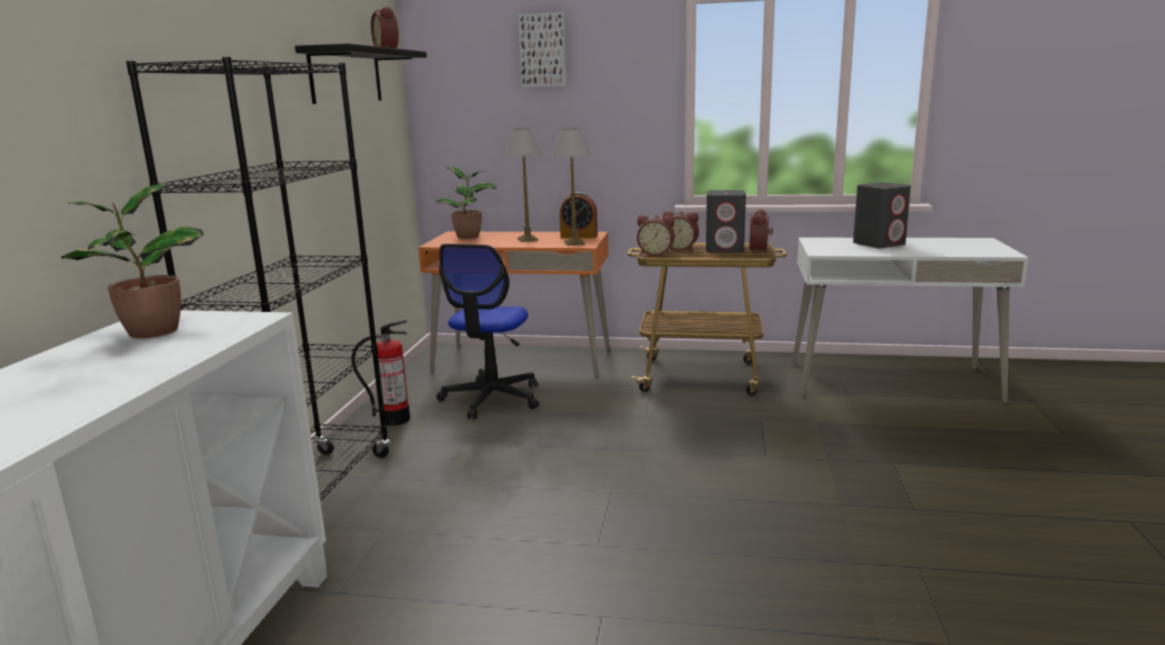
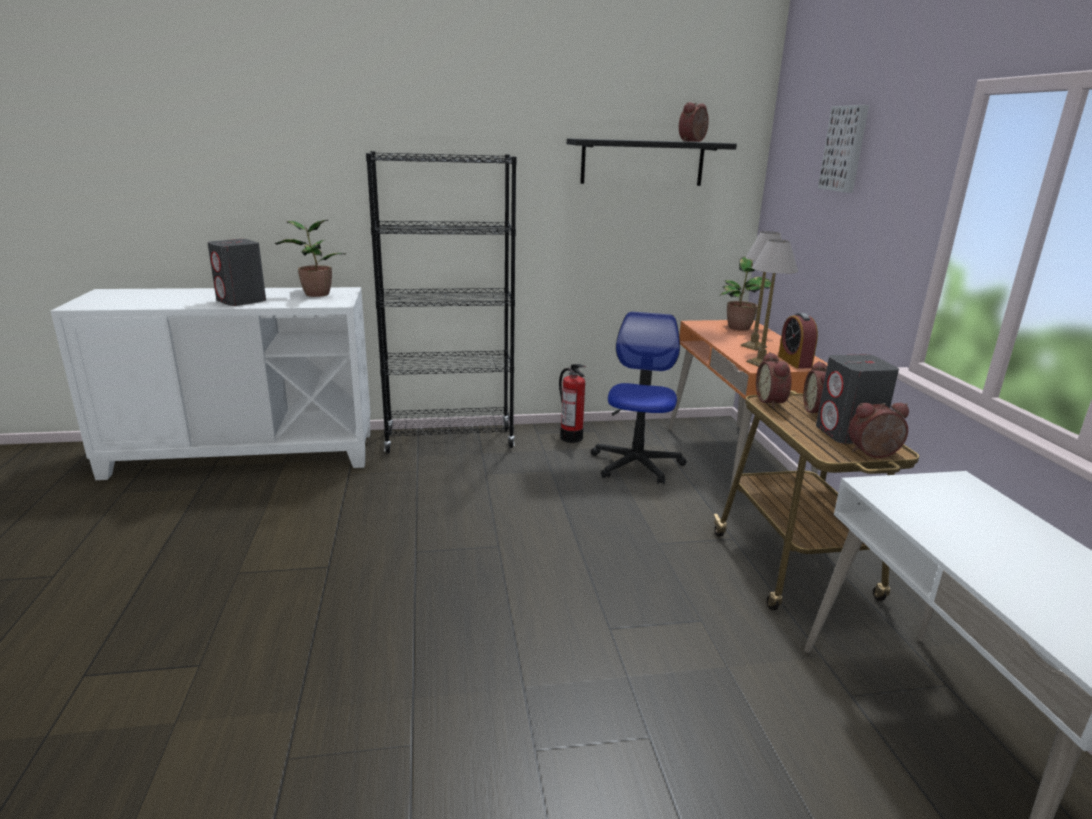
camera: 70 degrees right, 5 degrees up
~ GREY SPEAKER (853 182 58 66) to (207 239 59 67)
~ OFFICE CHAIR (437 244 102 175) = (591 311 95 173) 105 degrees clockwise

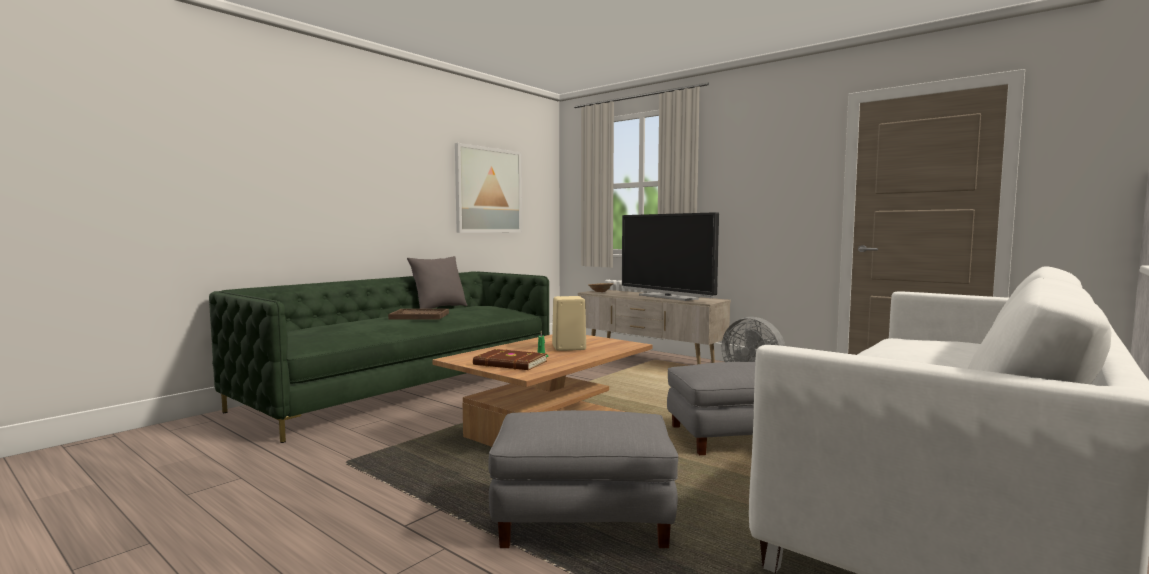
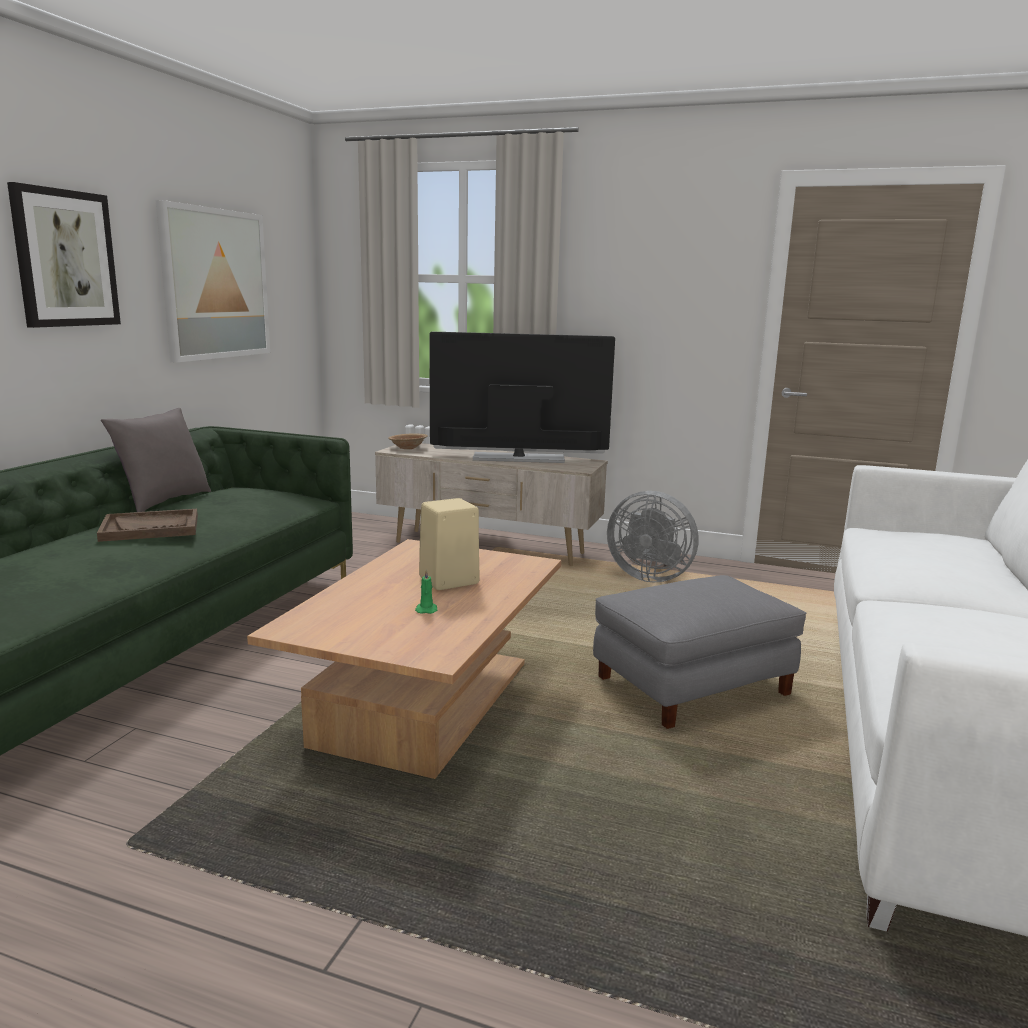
camera: 20 degrees left, 10 degrees up
+ PICTURE (7 182 114 146)
~ TELEVISION (622 212 97 89) = (429 332 186 131) 150 degrees clockwise
- BROWN BOOK (473 349 74 21)
- GREY OTTOMAN (488 410 190 138)

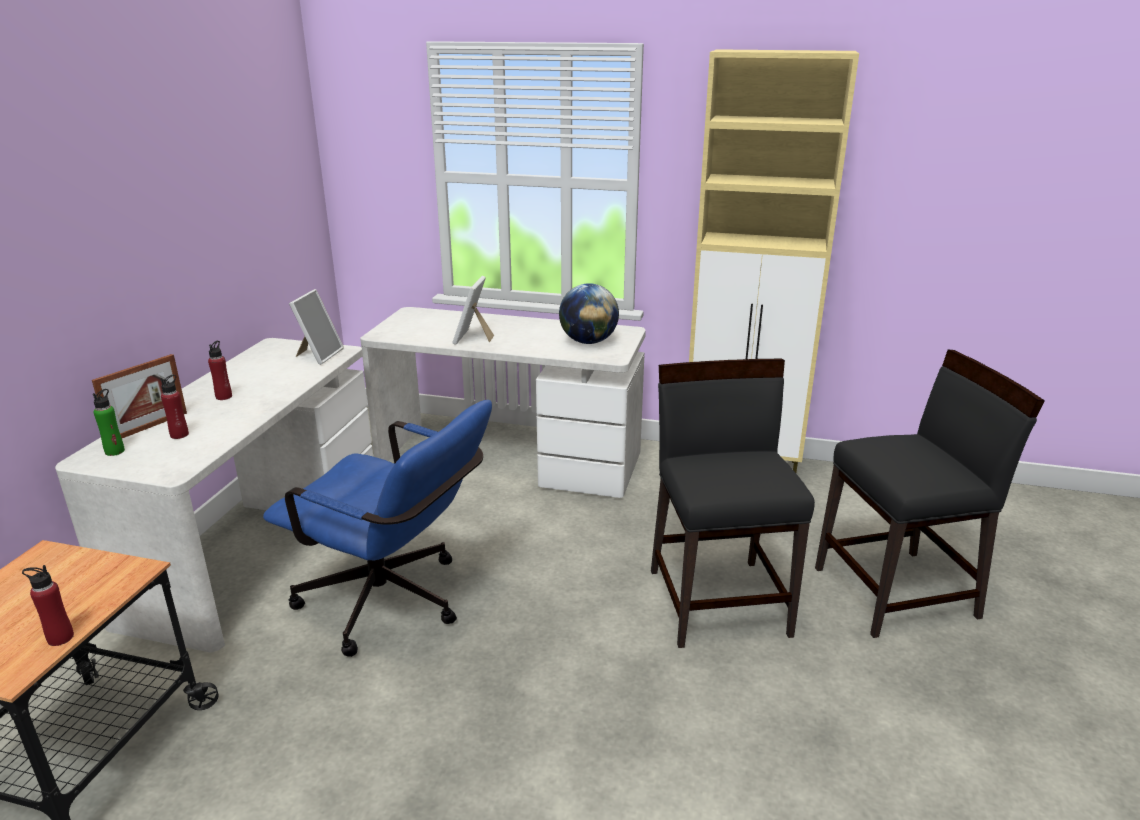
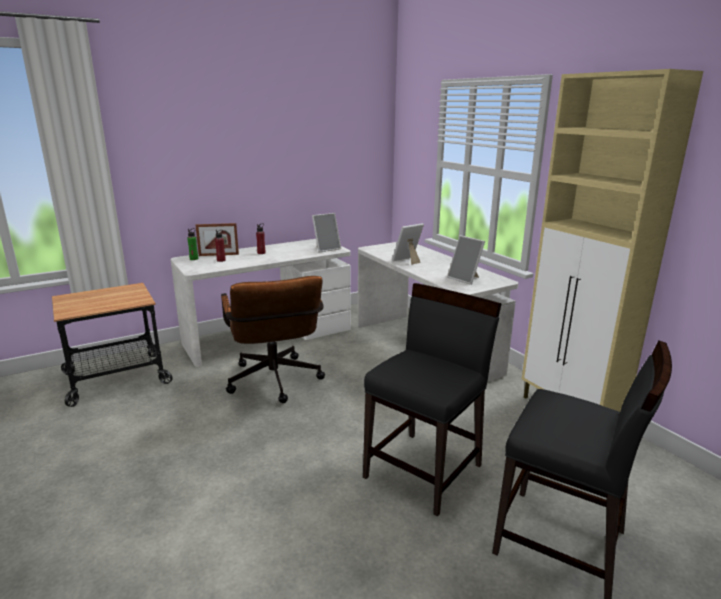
camera: 45 degrees right, 5 degrees down
~ BLUE OFFICE CHAIR (263 400 229 257) to BROWN OFFICE CHAIR (221 276 104 127)
~ GLOBE (559 283 60 61) to PICTURE FRAME (447 235 38 50)
- RED BOTTLE (22 565 52 81)

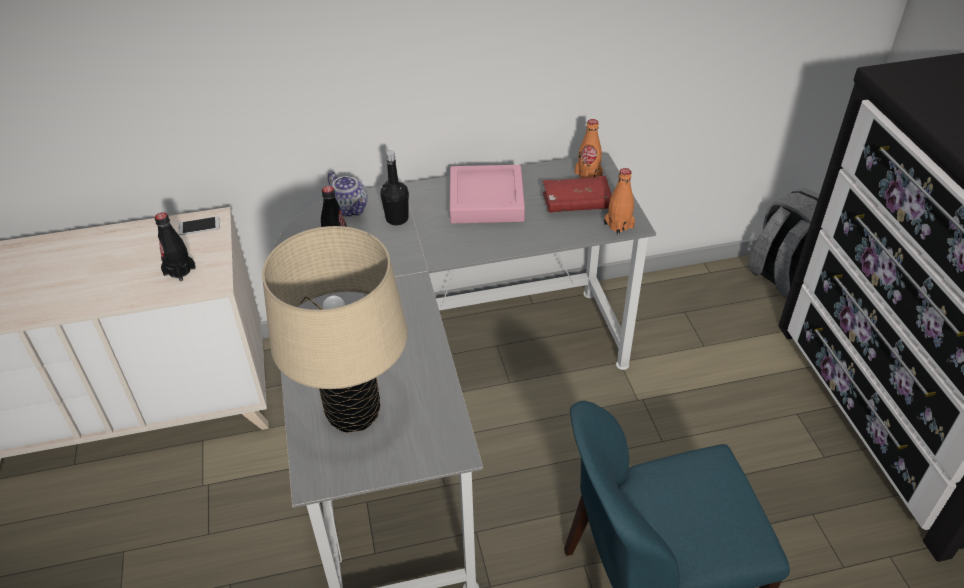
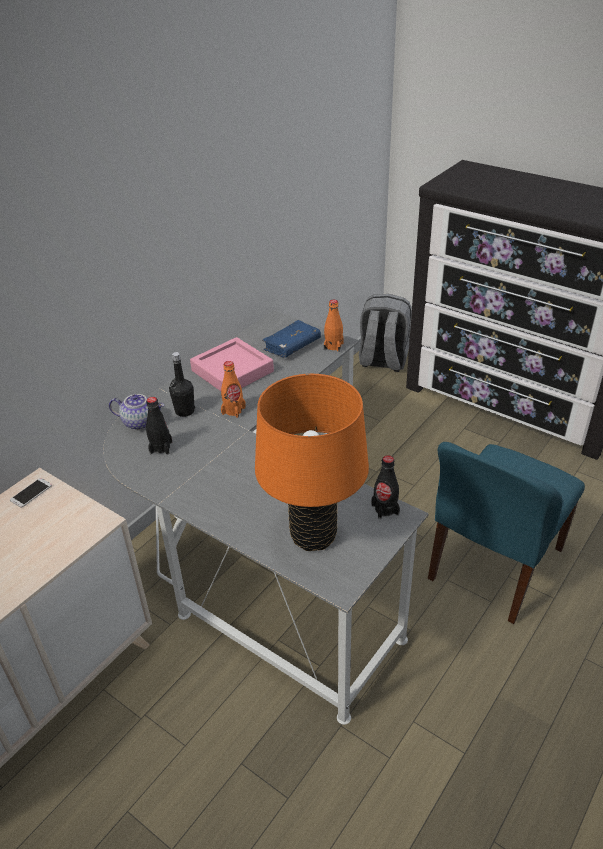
camera: 40 degrees left, 5 degrees down
~ ORANGE BOTTLE (575 119 28 59) to (221 361 25 57)
~ BEIGE TABLE LAMP (262 226 146 207) to ORANGE TABLE LAMP (255 374 114 177)
~ RED BOOK (542 176 70 37) to BLUE BOOK (262 320 59 38)
~ BLACK BOTTLE (155 212 41 69) to (372 455 28 64)

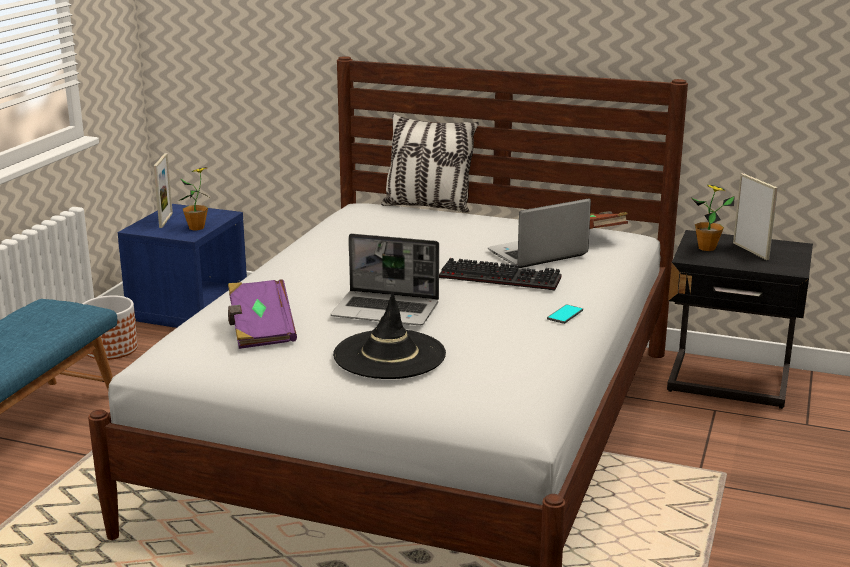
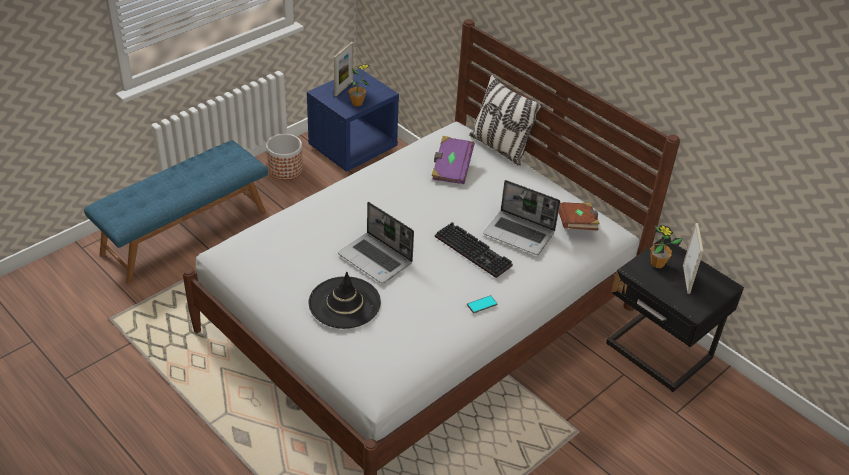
camera: 25 degrees right, 20 degrees up
~ PURPLE BOOK (228 279 69 70) to (431 136 44 48)
~ LAPTOP (488 199 103 69) = (483 180 77 75) 150 degrees counterclockwise

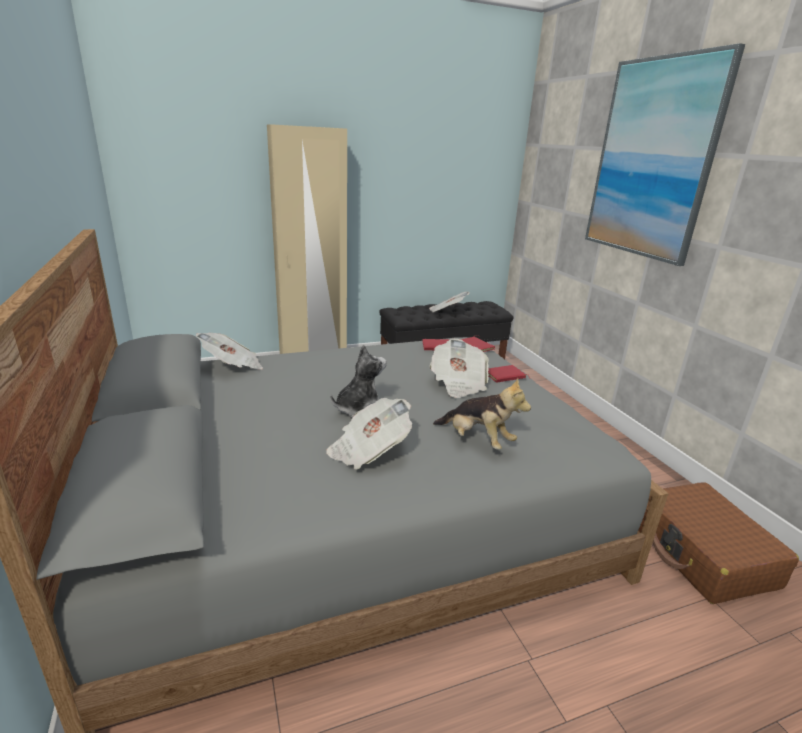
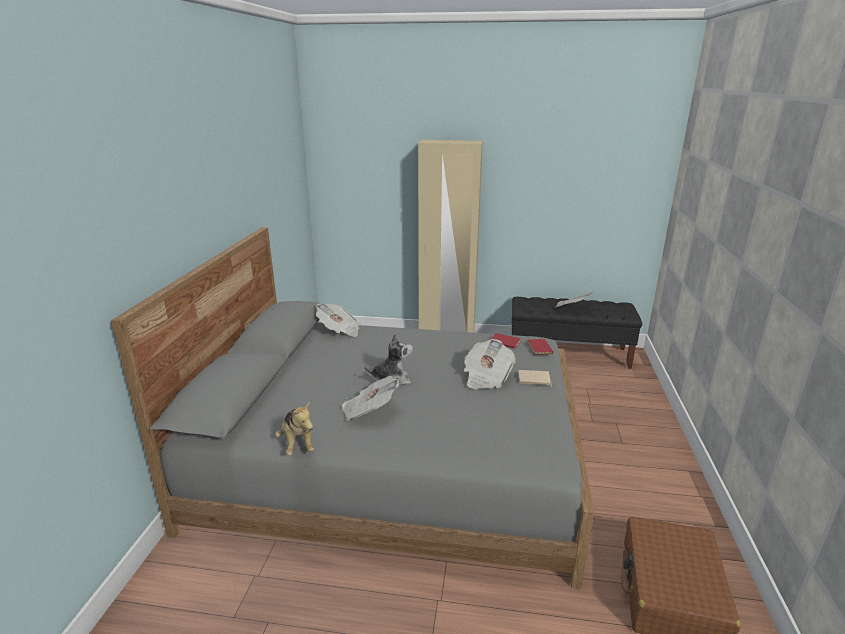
camera: 30 degrees right, 0 degrees up
~ PLUSH TOY (433 378 98 71) to (275 402 39 53)
~ RED BOOK (488 365 42 18) to BEIGE BOOK (519 370 33 17)
- PICTURE (585 43 160 223)

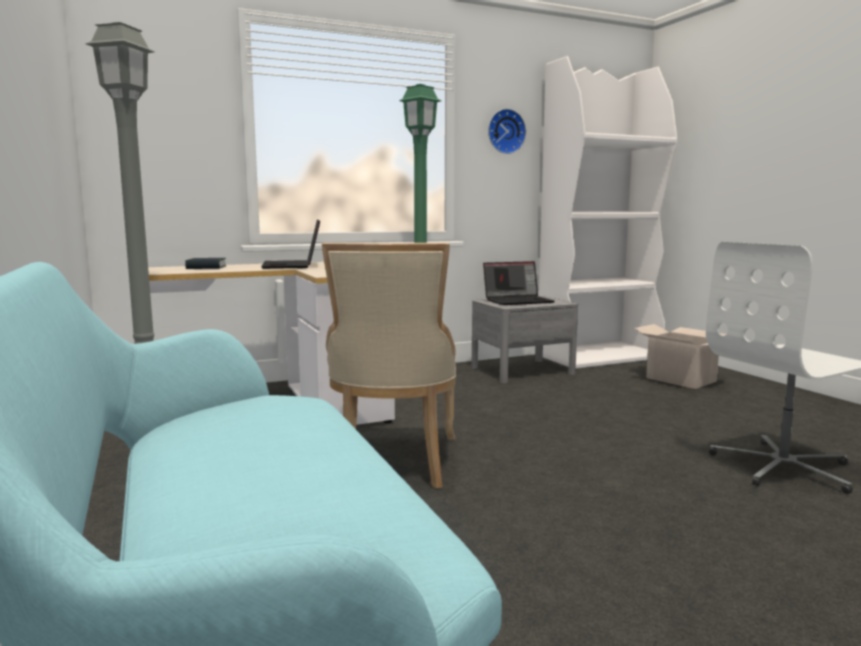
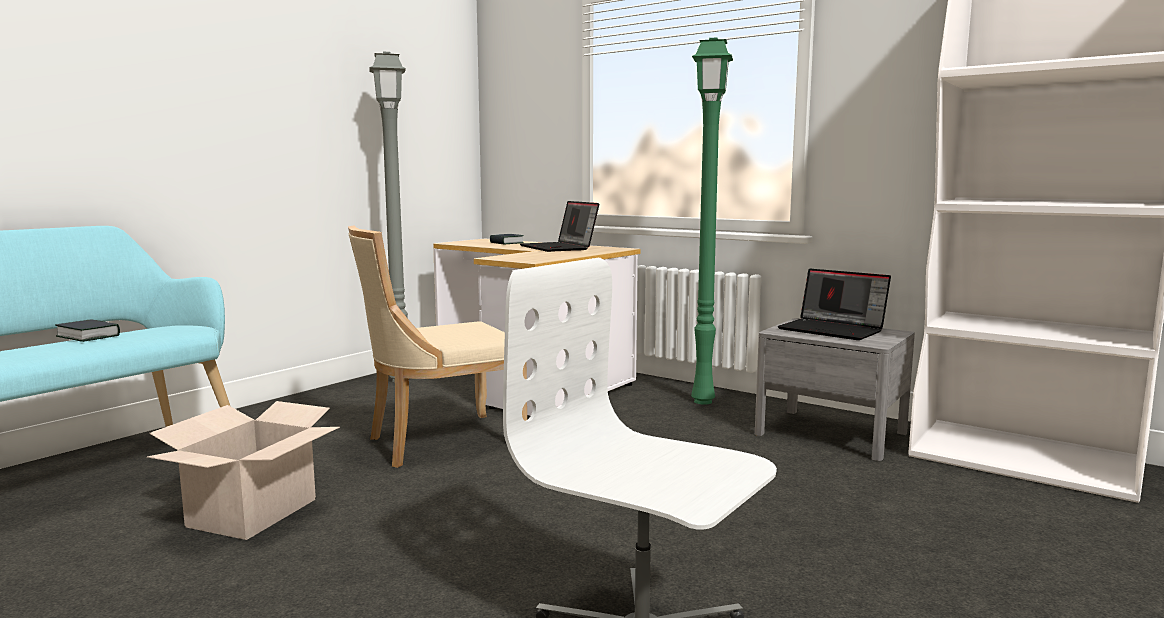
camera: 60 degrees right, 0 degrees up
+ BOOK (55 319 65 23)
~ CARDBOARD BOX (634 324 92 65) to (147 401 193 139)
~ LAPTOP (261 220 59 49) = (520 201 79 51) 75 degrees counterclockwise
- WALL CLOCK (488 109 38 45)

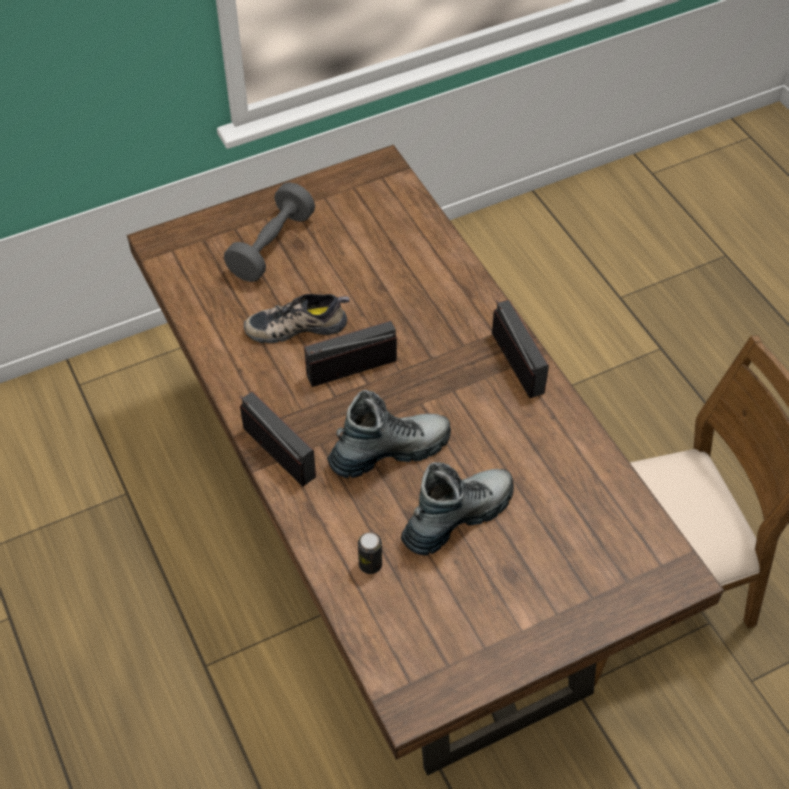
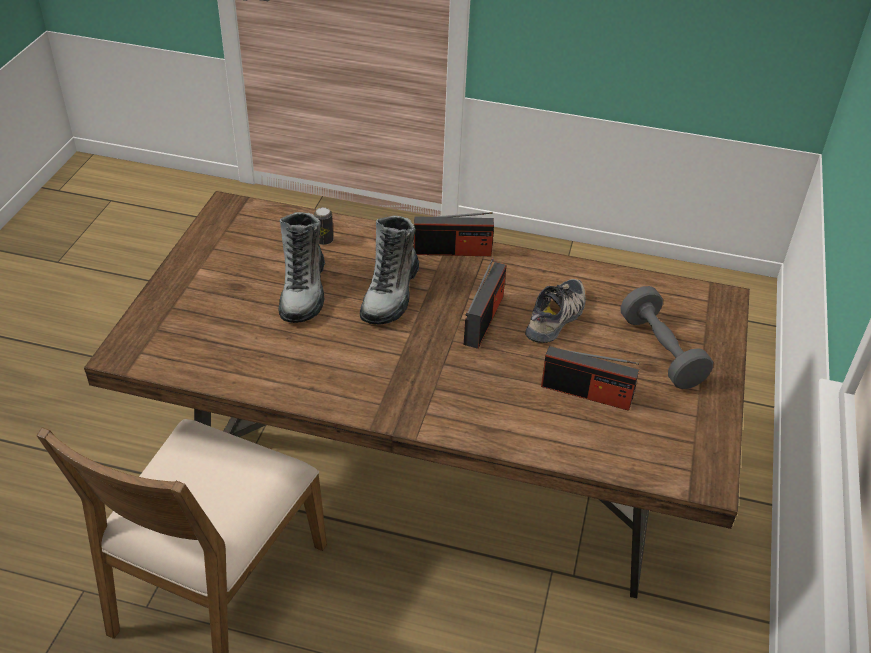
camera: 130 degrees right, 10 degrees down
~ RADIO (492 300 57 98) to (541 346 98 65)

